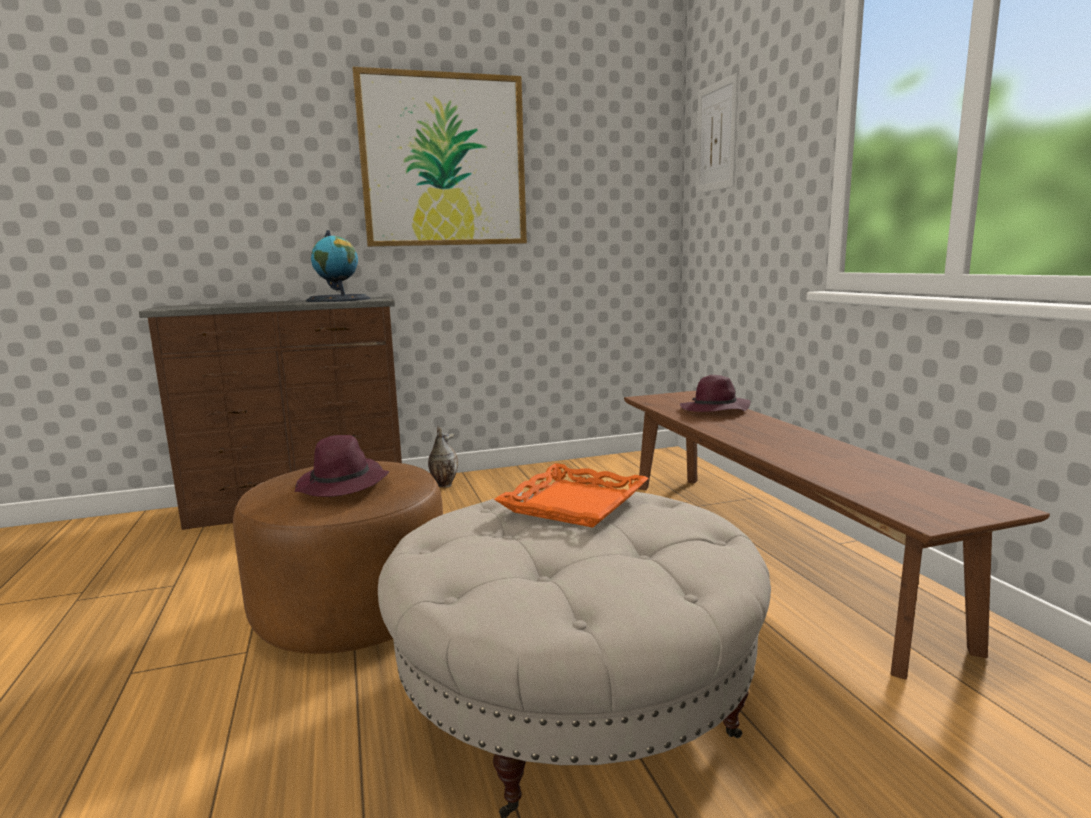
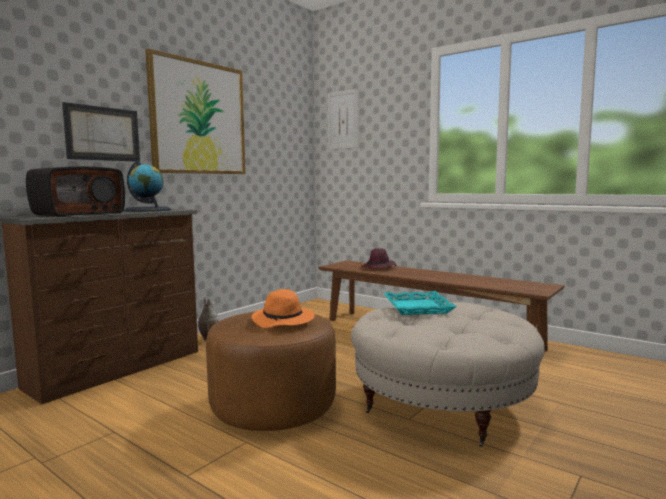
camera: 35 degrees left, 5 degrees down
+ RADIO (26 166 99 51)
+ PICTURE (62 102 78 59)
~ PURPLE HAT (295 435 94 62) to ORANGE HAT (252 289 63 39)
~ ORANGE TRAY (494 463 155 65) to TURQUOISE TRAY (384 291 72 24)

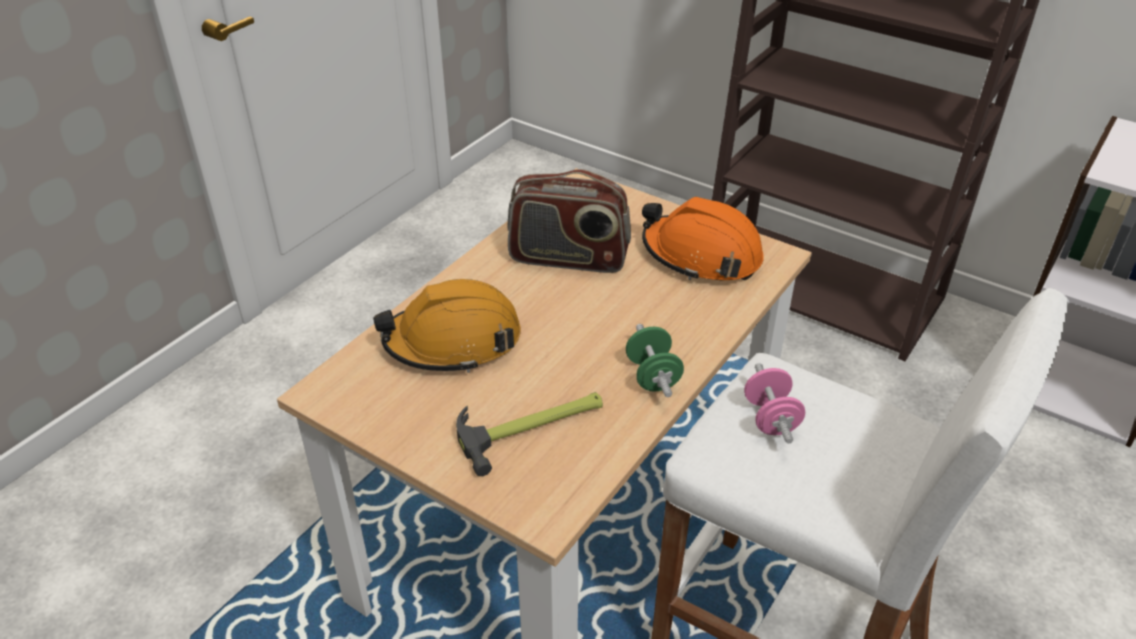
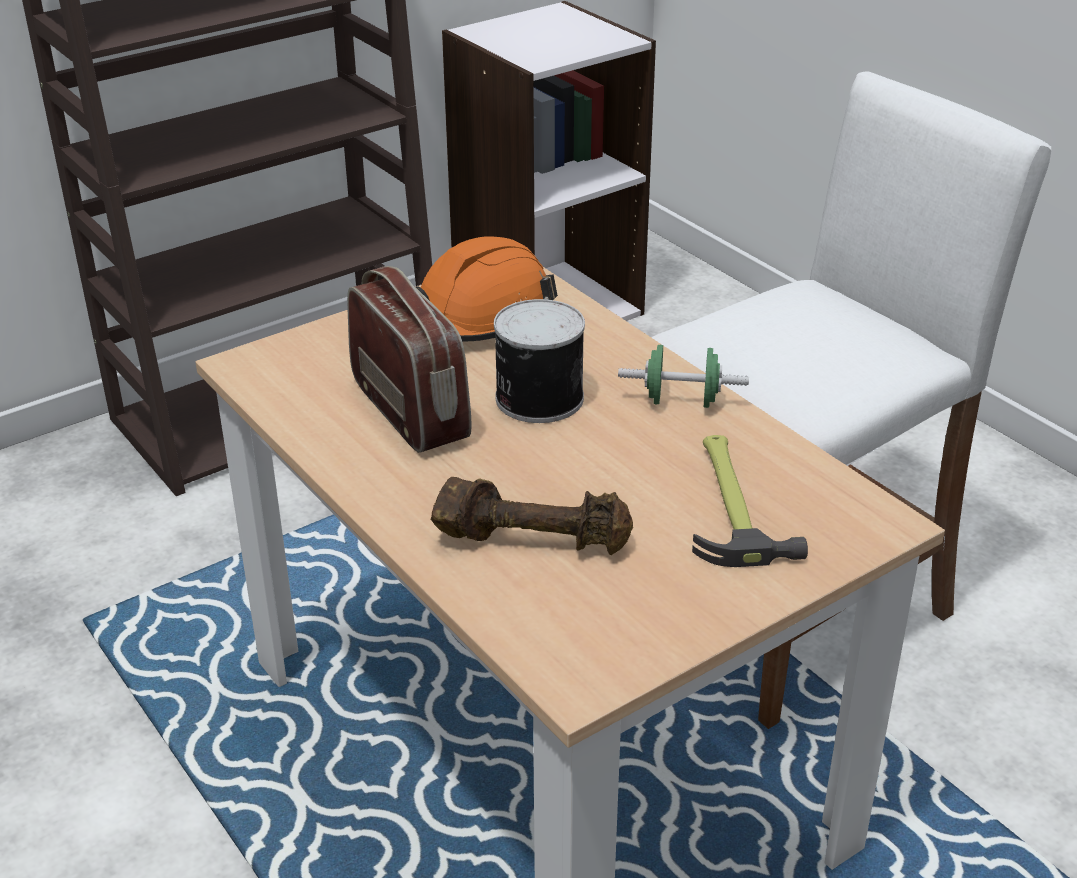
camera: 70 degrees left, 5 degrees down
~ RADIO (508 169 123 104) = (347 266 125 187) 60 degrees counterclockwise
~ ORANGE HARD HAT (373 279 148 94) to BROWN DUMBBELL (431 477 202 78)
+ CAN (494 299 91 124)
- PINK DUMBBELL (744 363 61 80)

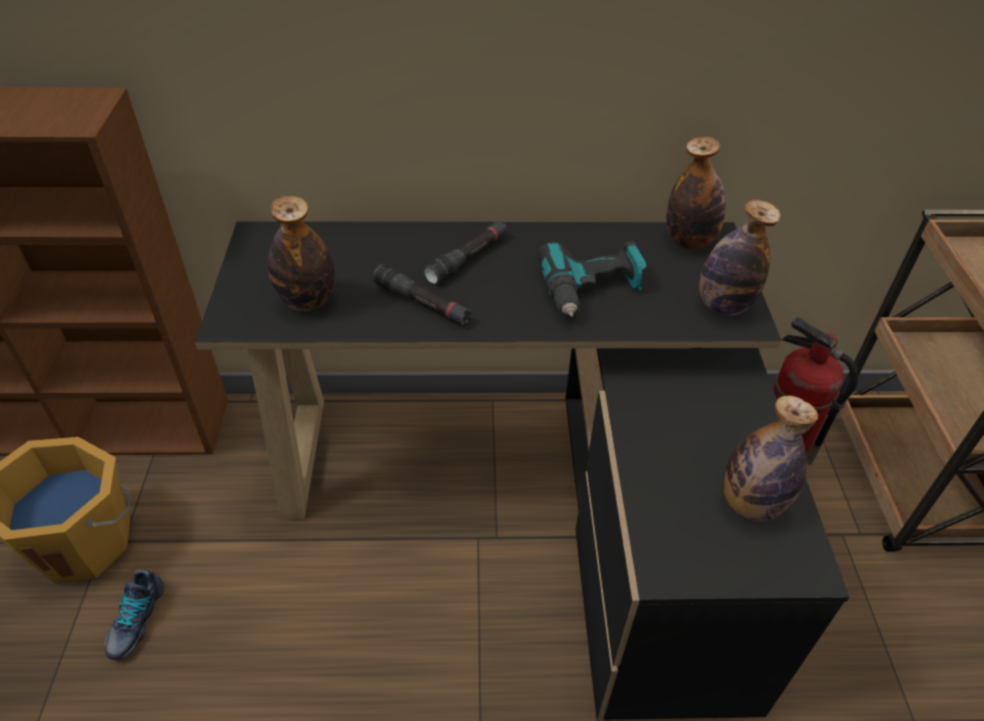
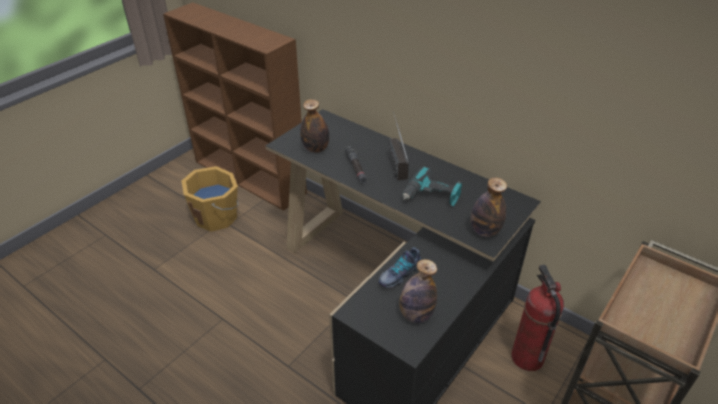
camera: 40 degrees right, 5 degrees down
~ SHOE (105 569 59 91) to (379 247 42 41)
~ BLACK FLASHLIGHT (423 221 84 64) to RADIO (388 112 21 68)
- BOTTLE (667 136 59 113)

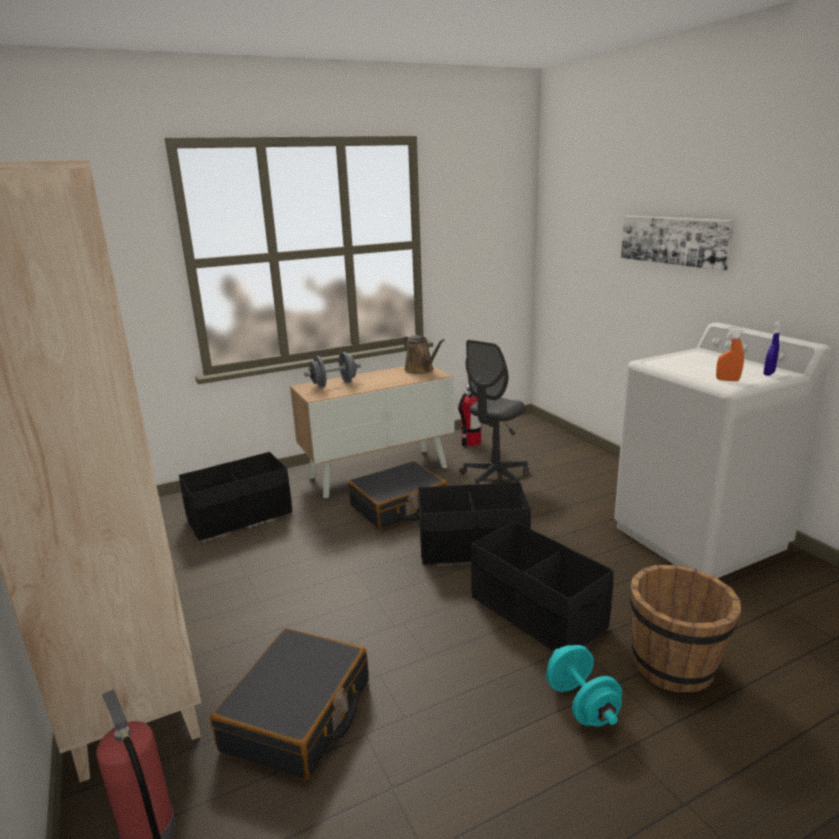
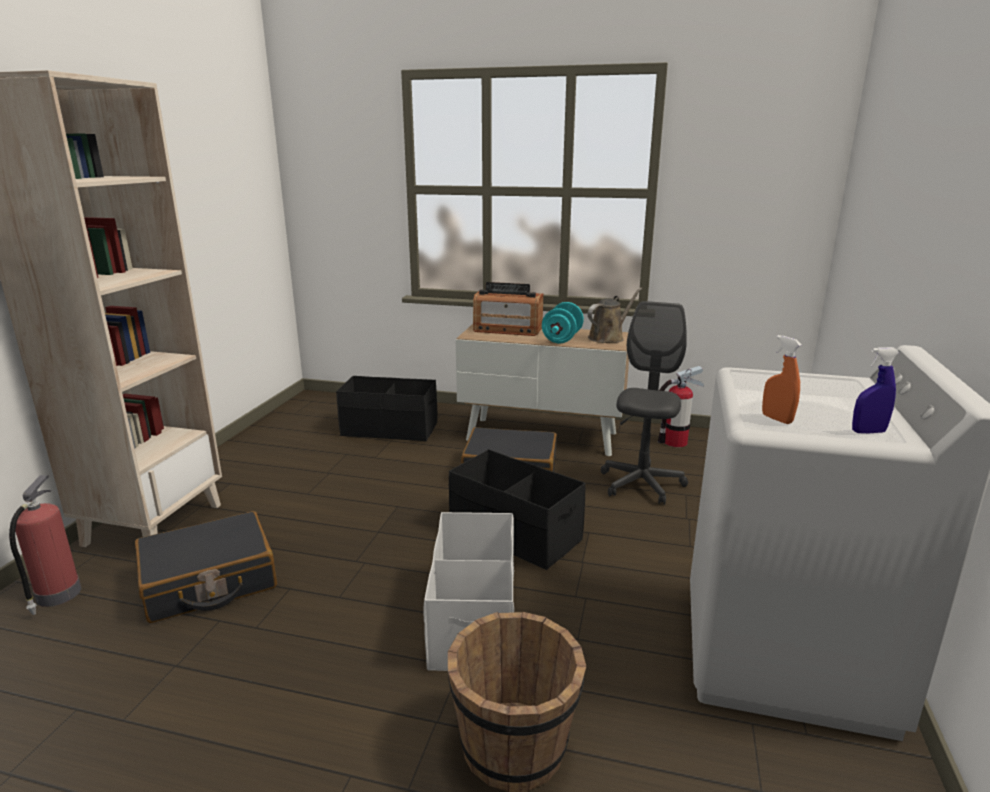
camera: 40 degrees right, 0 degrees up
~ BLACK STORAGE BOX (471 521 143 130) to WHITE STORAGE BOX (424 512 90 159)
~ GREY DUMBBELL (304 352 57 35) to RADIO (473 282 70 54)
~ TURQUOISE DUMBBELL (546 645 76 82) to (542 302 42 41)
~ BROWN WATERING CAN (403 335 42 39) = (588 288 54 55) 135 degrees counterclockwise
~ GREY OFFICE CHAIR (460 340 69 146) = (601 301 87 204) 120 degrees clockwise
- PICTURE (621 216 113 55)

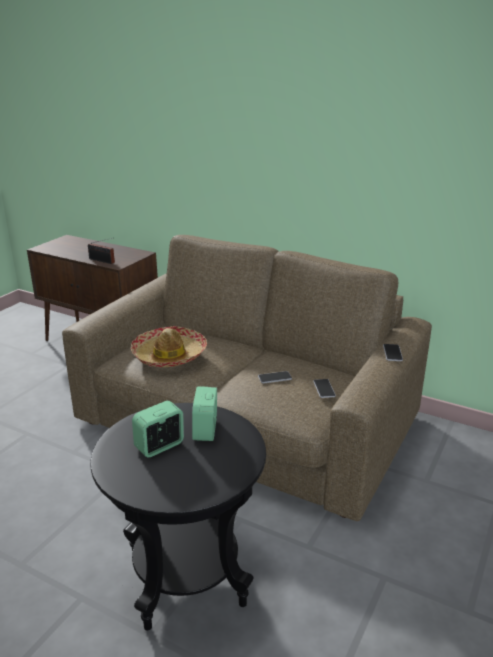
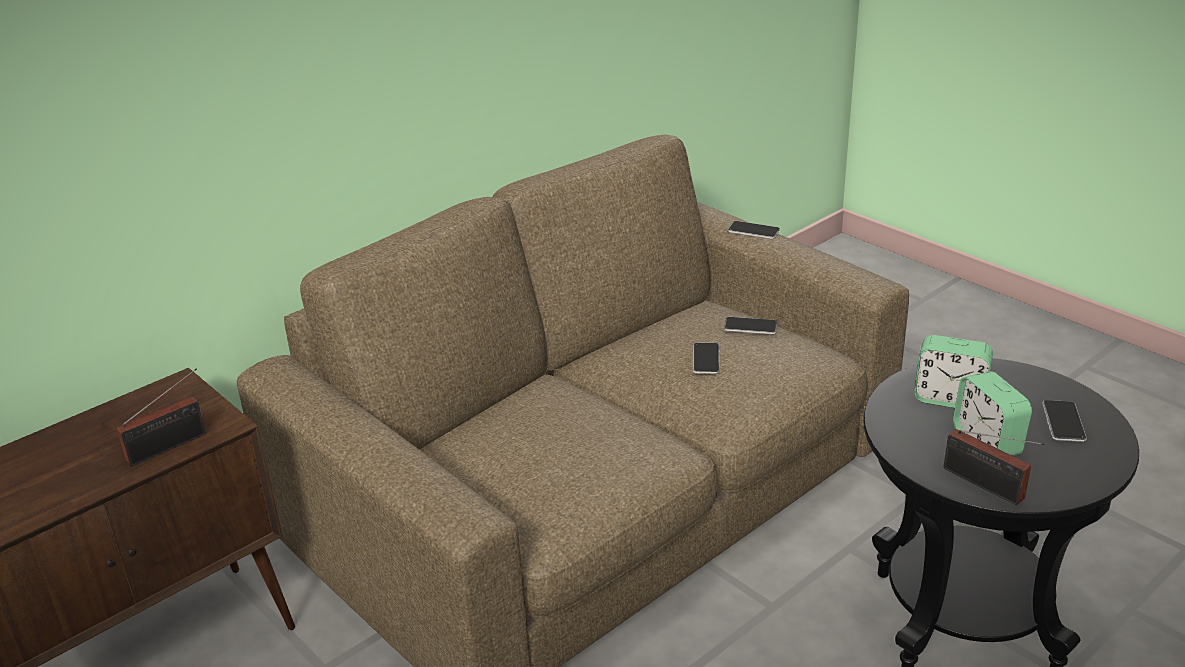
camera: 70 degrees left, 5 degrees up
+ RADIO (943 429 102 76)
+ PHONE (1042 400 45 42)
- HAT (131 326 76 41)

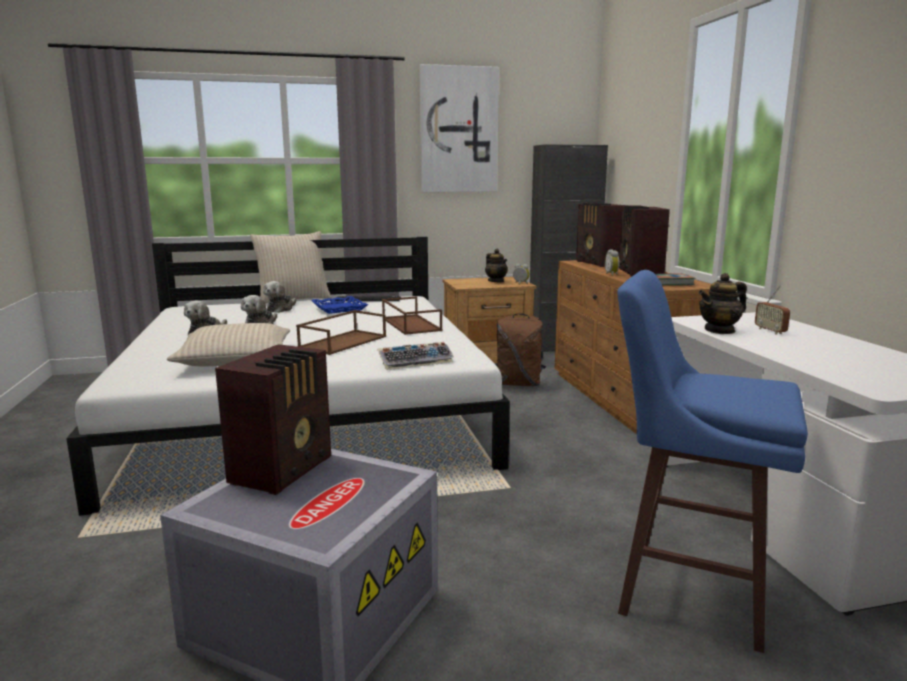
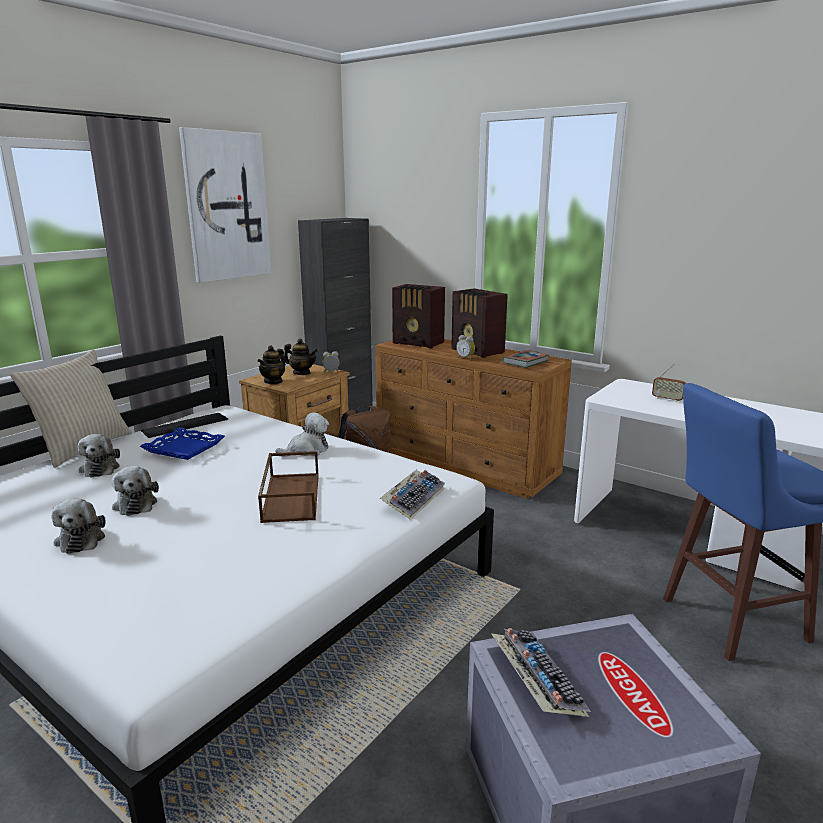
camera: 40 degrees left, 5 degrees up
~ TEAPOT (698 273 49 61) to (258 345 27 39)
~ BROWN TRAY (382 296 60 39) to PLUSH TOY (275 412 54 45)
~ RADIO (215 344 116 151) to KEYBOARD (491 628 100 89)
- BEIGE PILLOW (167 323 123 43)

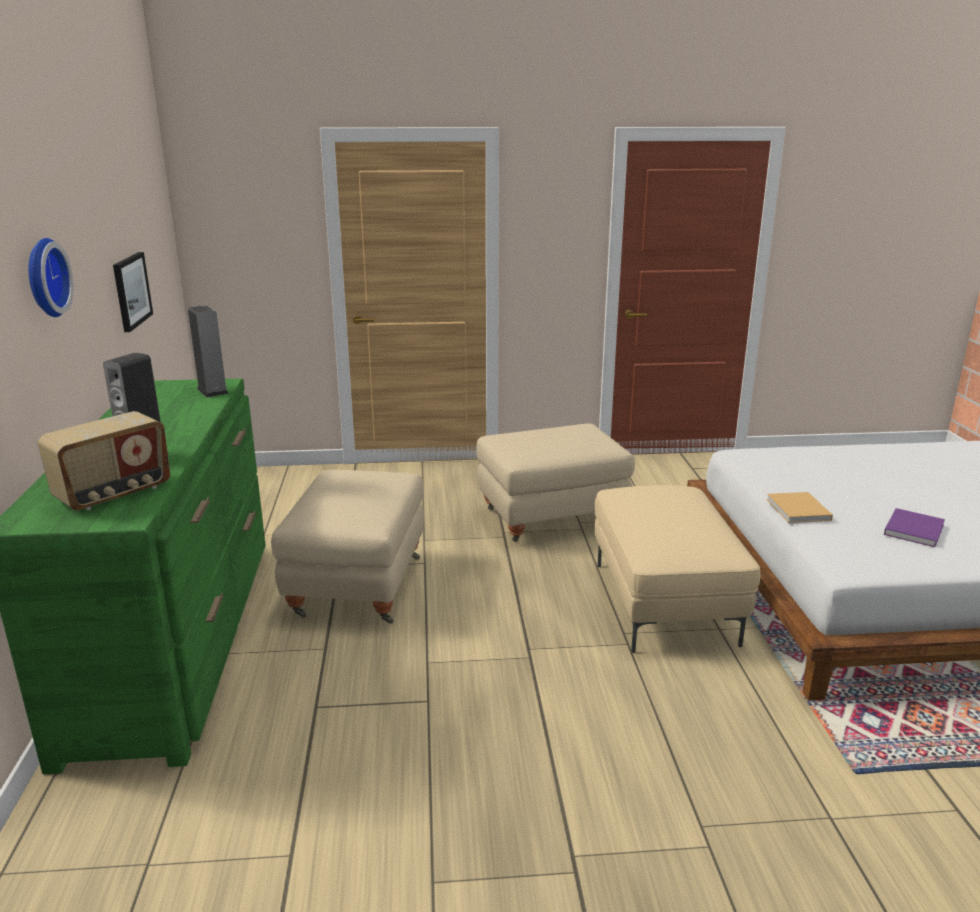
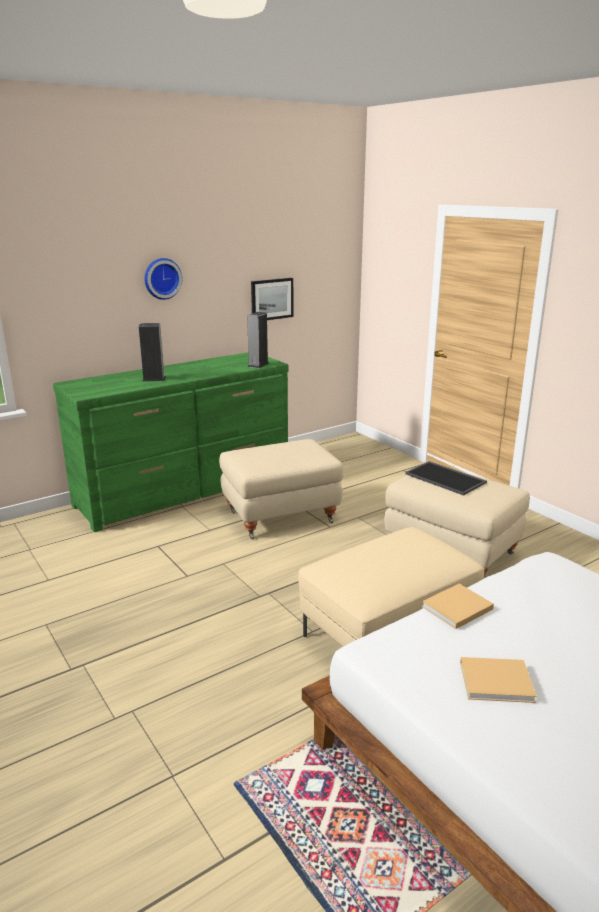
camera: 60 degrees right, 0 degrees up
+ TRAY (405 461 82 35)
~ PURPLE BOOK (884 508 61 39) to BEIGE BOOK (460 657 77 46)
- RADIO (38 411 132 99)

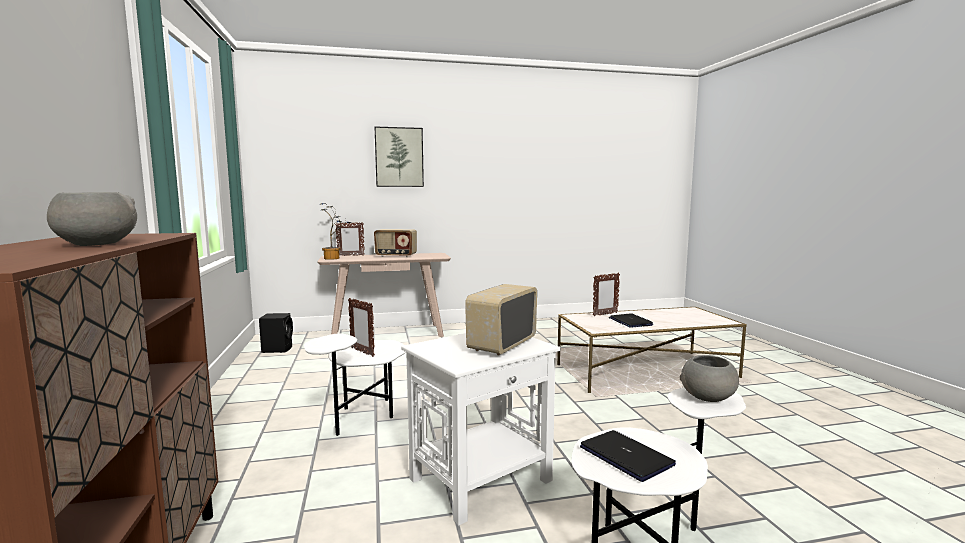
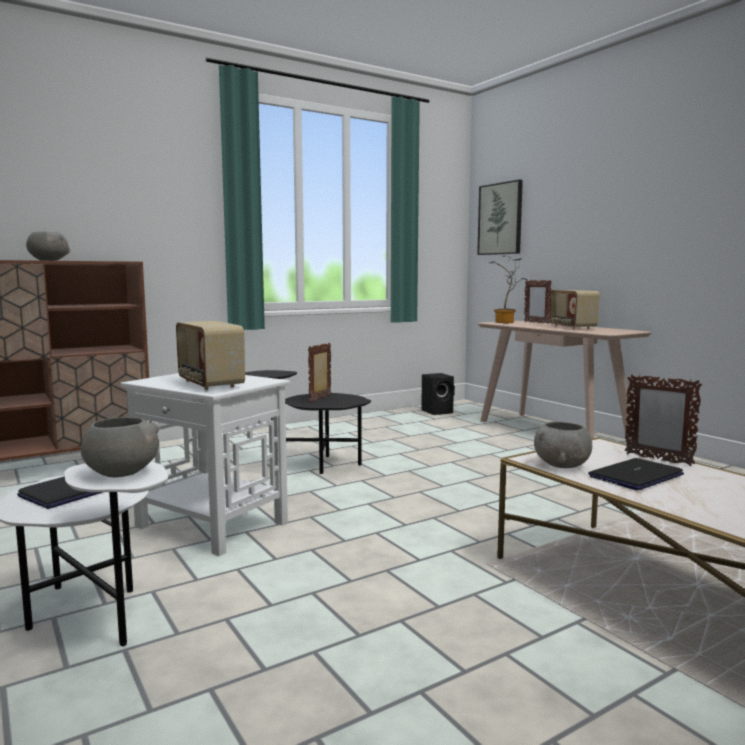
camera: 70 degrees right, 0 degrees up
~ RADIO (465 284 72 71) = (176 321 69 69) 135 degrees counterclockwise
~ WHITE SIDE TABLE (304 333 102 103) to BLACK SIDE TABLE (245 370 126 104)
~ PICTURE (374 126 50 61) to (477 180 46 75)
+ GREY BOWL (534 422 58 46)

